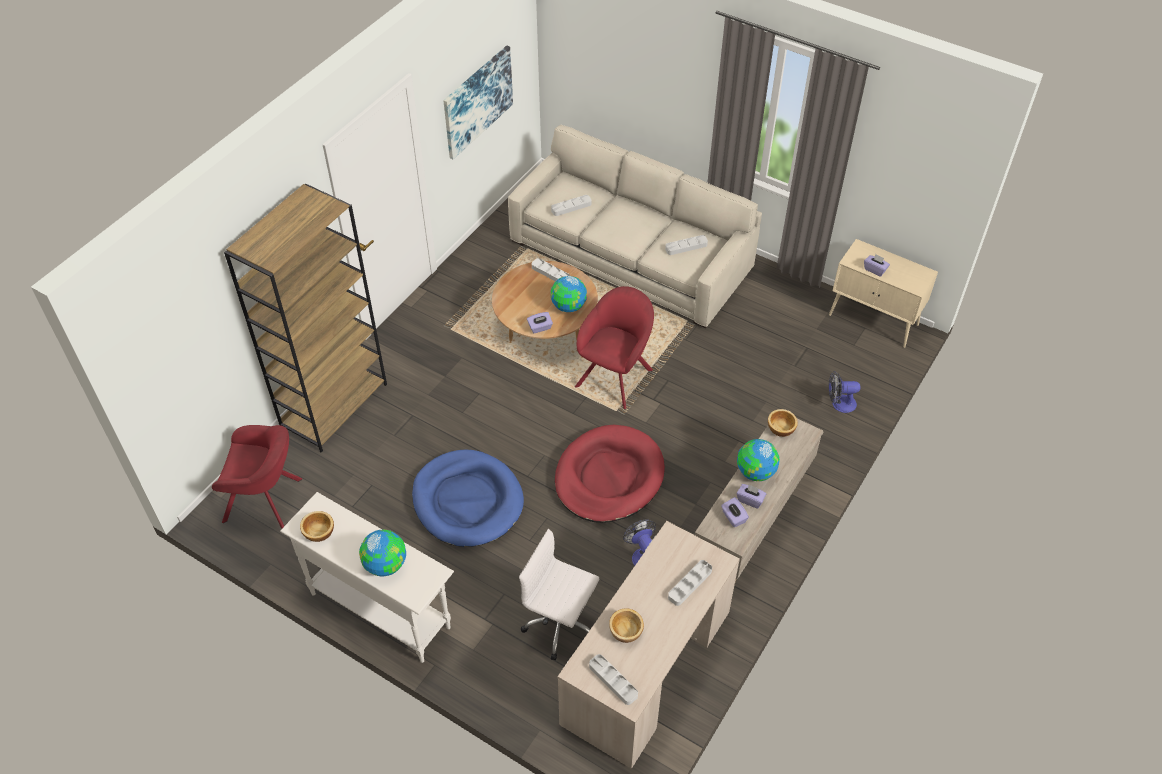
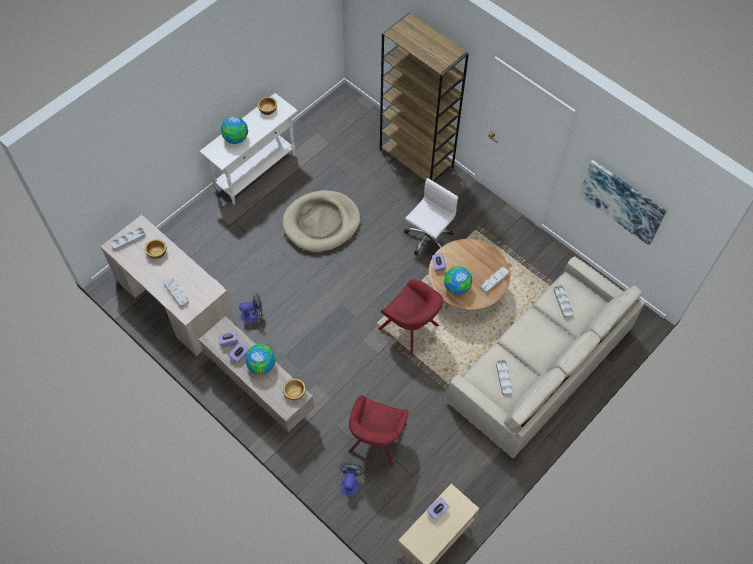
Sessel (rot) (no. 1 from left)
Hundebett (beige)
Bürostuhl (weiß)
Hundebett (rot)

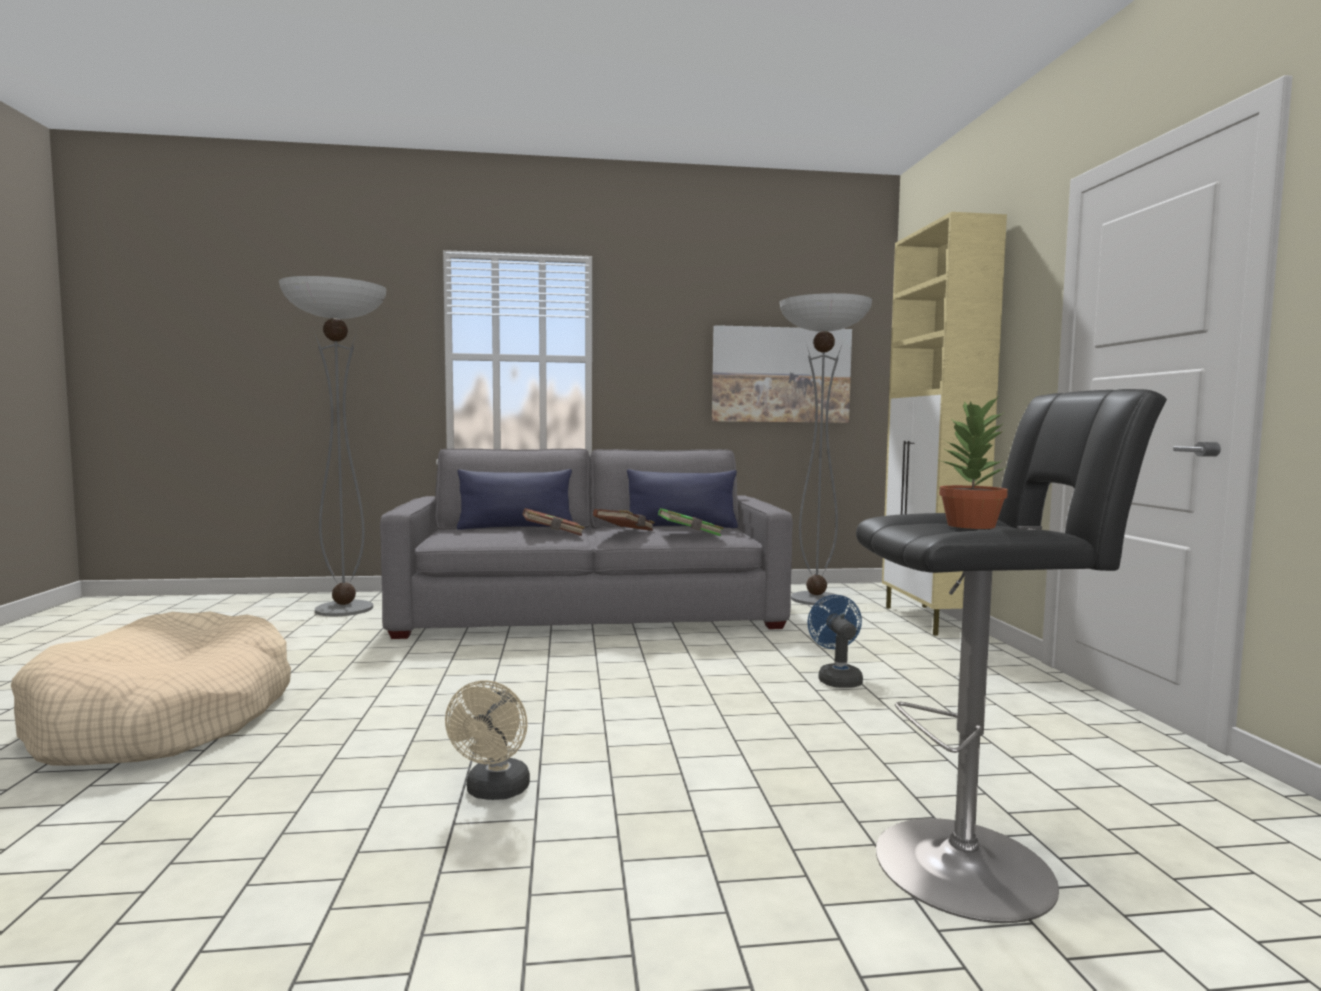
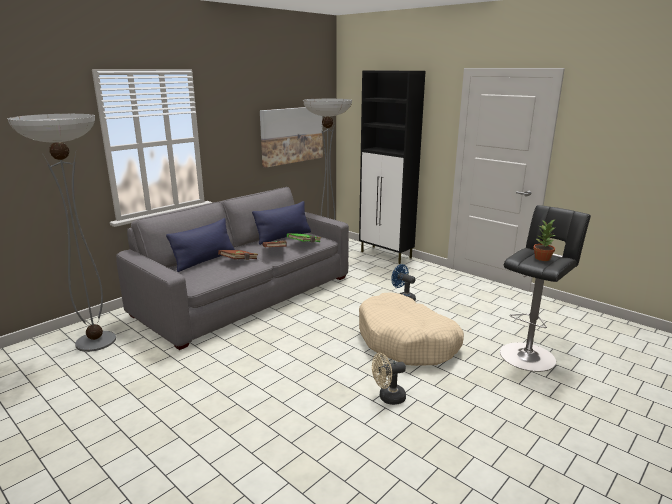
Hundebett (beige)
Ventilator (beige)
Schrank (schwarz)

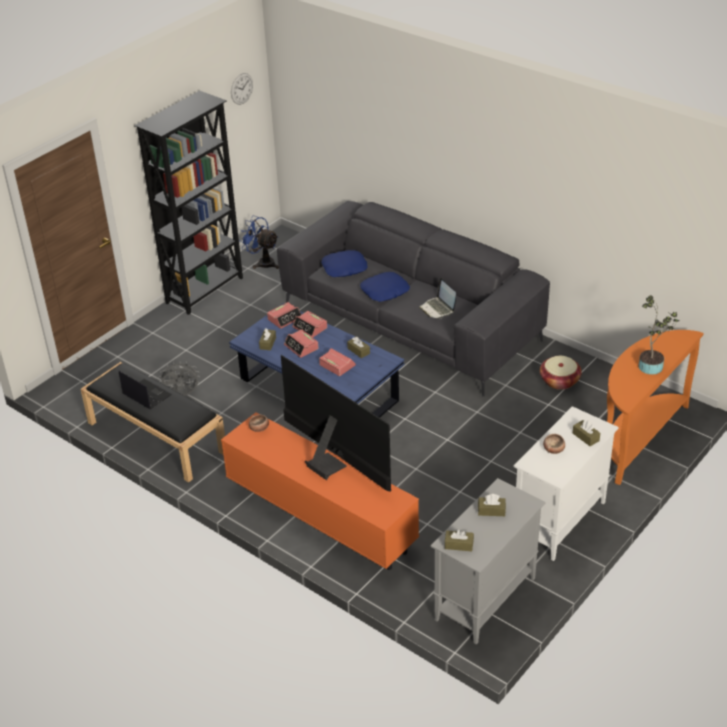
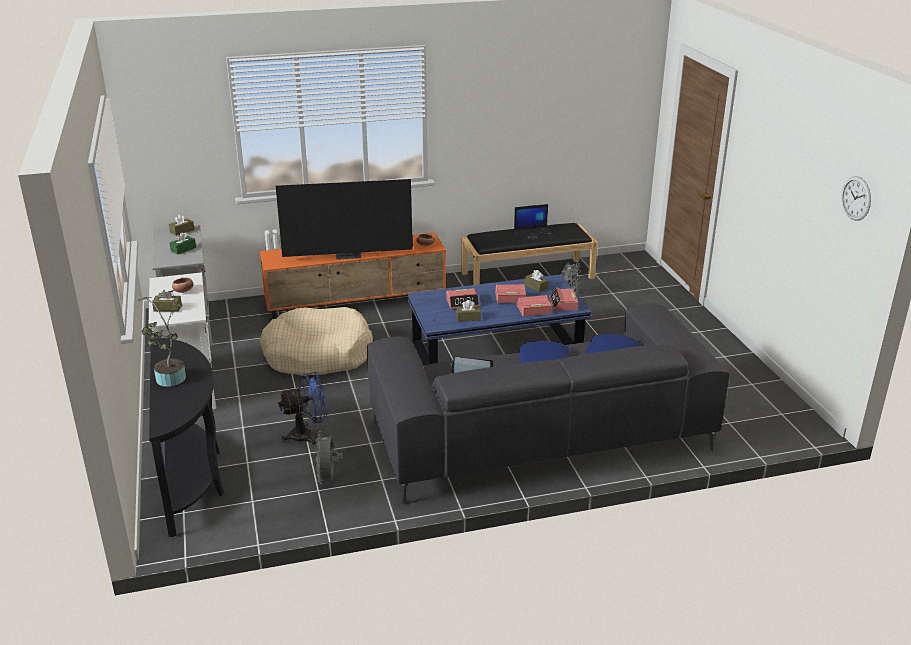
Bücherregal (schwarz)
Ventilator (blau)
Taschentuchbox (grün)
Ventilator (grau) (no. 1 from left)
Konsolentisch (schwarz)
Hundebett (beige)

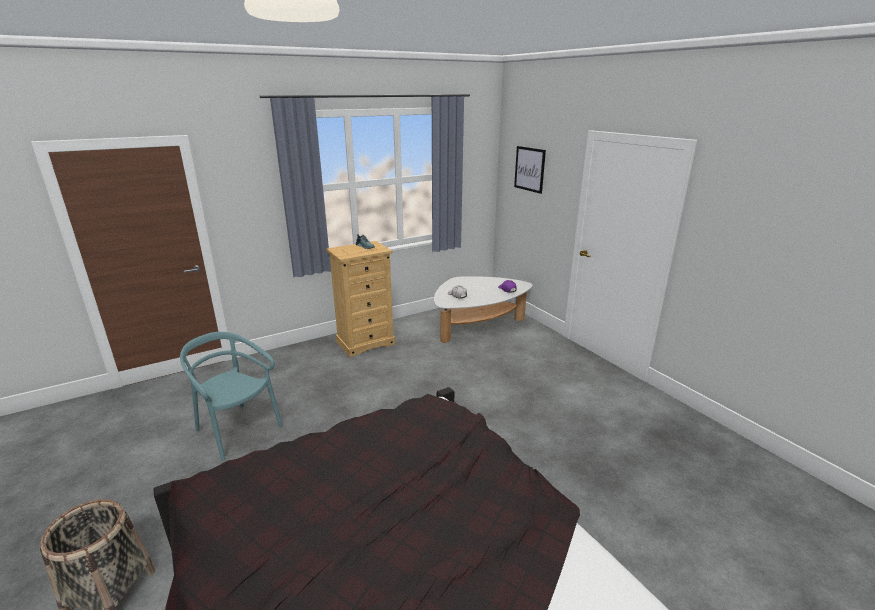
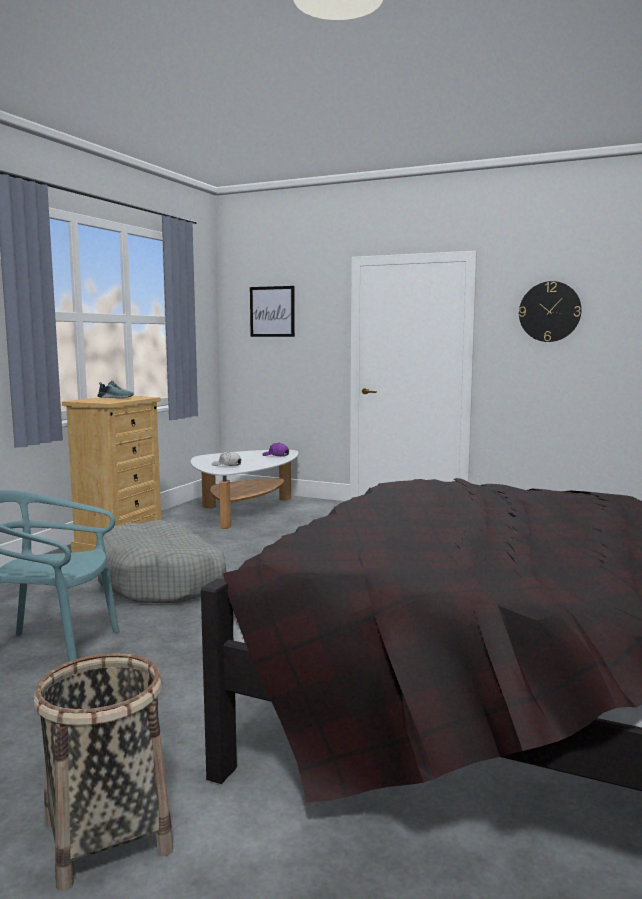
Hundebett (grau)
Wanduhr

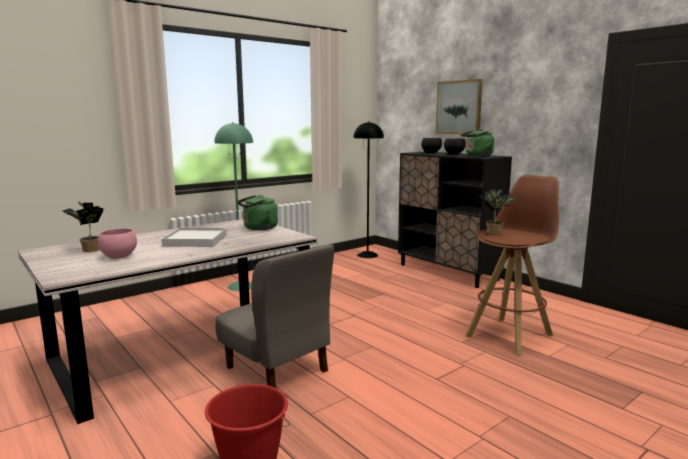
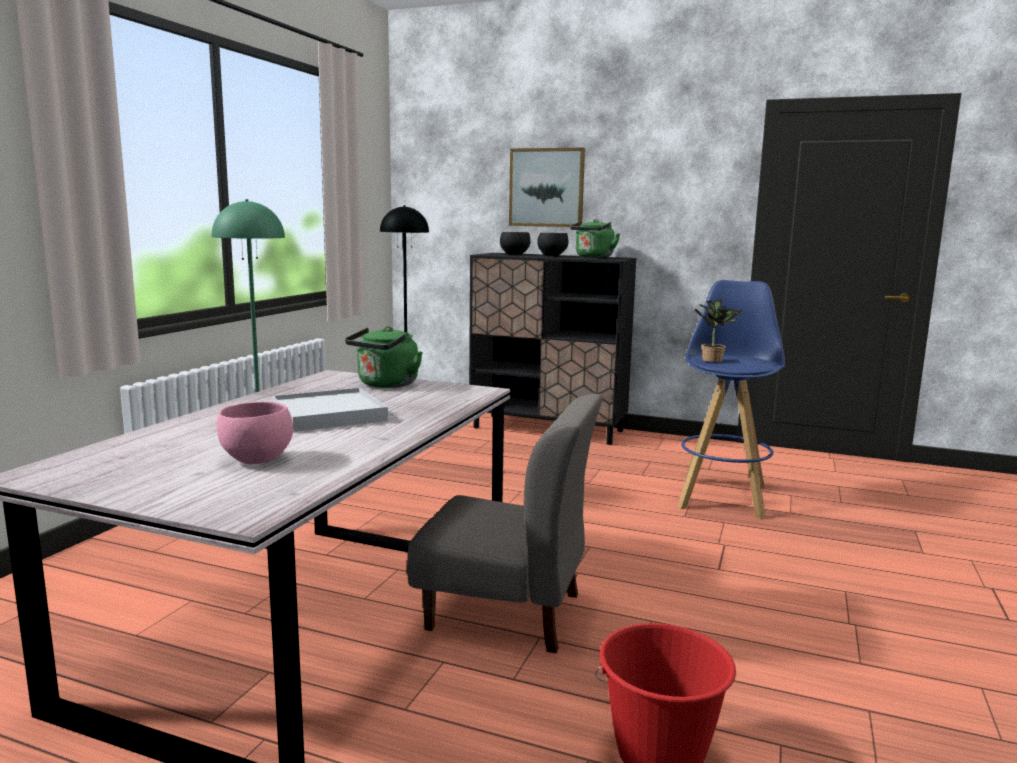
Topfpflanze (no. 1 from left in the first image)
Hocker (blau)

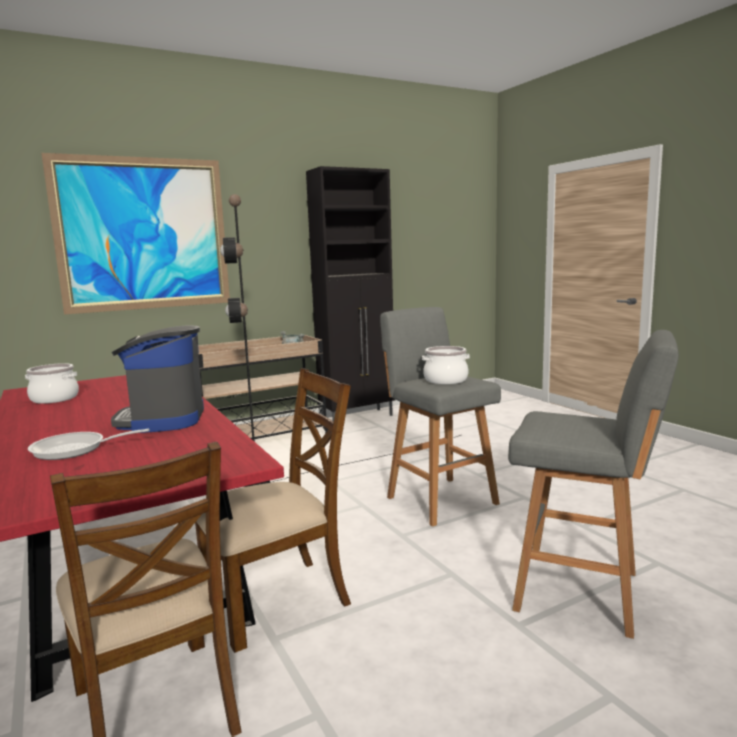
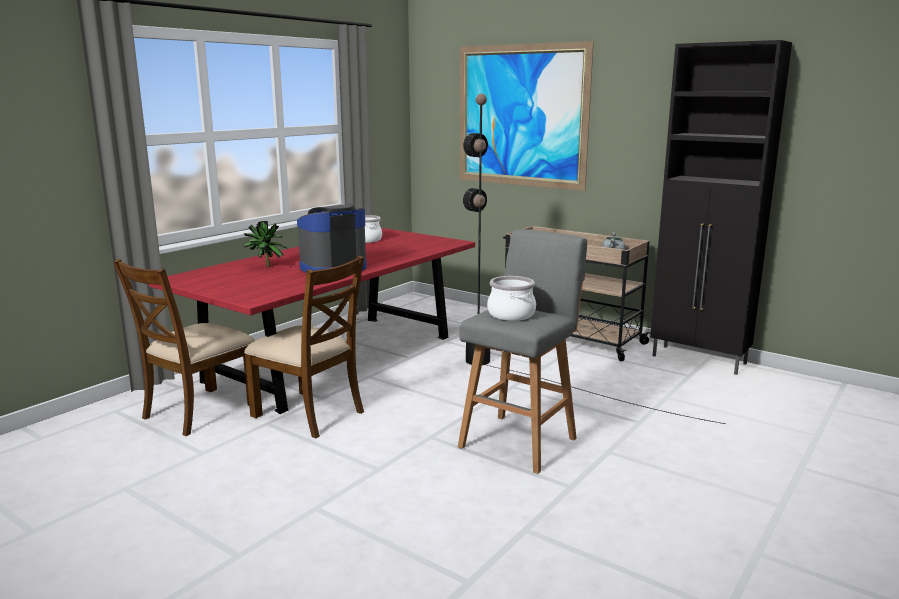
Topfpflanze
Hocker (grau) (no. 2 from left in the first image)

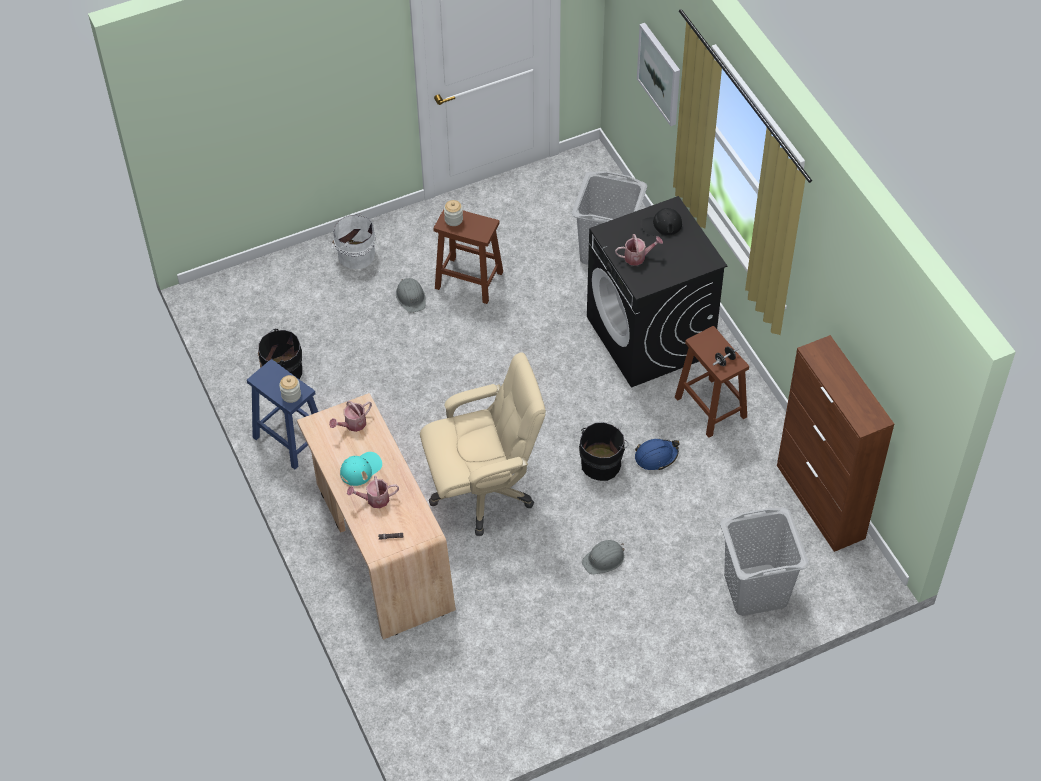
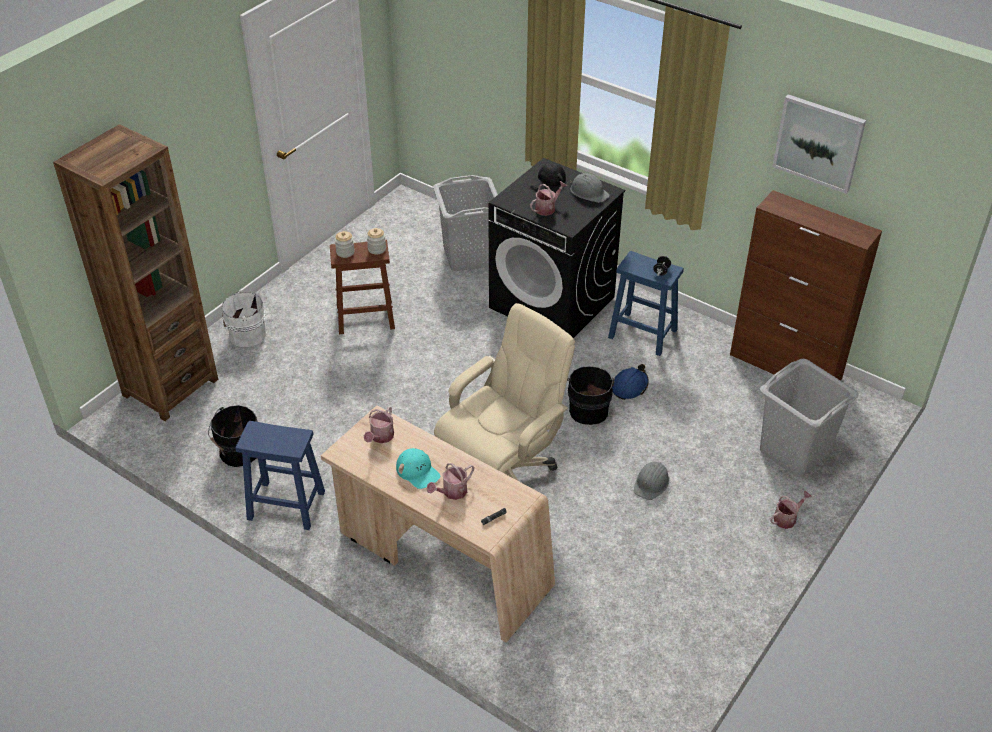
Vorratsglas (no. 2 from left)
Kappe (türkis)
Schutzhelm (grau) (no. 1 from left)
Bild
Hocker (blau) (no. 2 from left)
Bücherregal (braun)
Gießkanne (no. 4 from left)

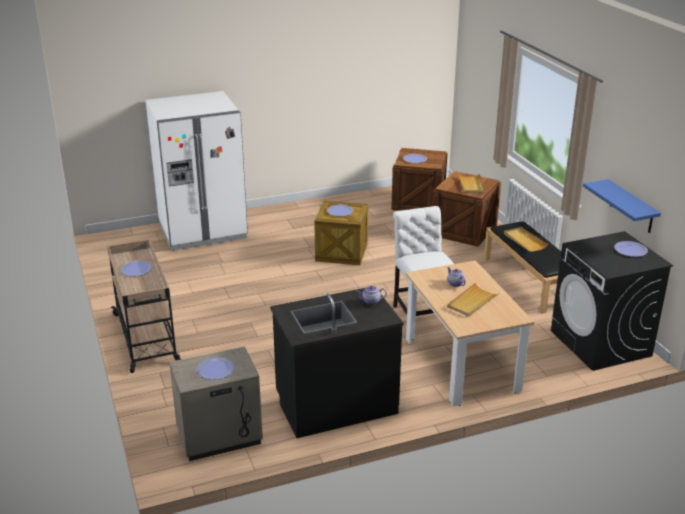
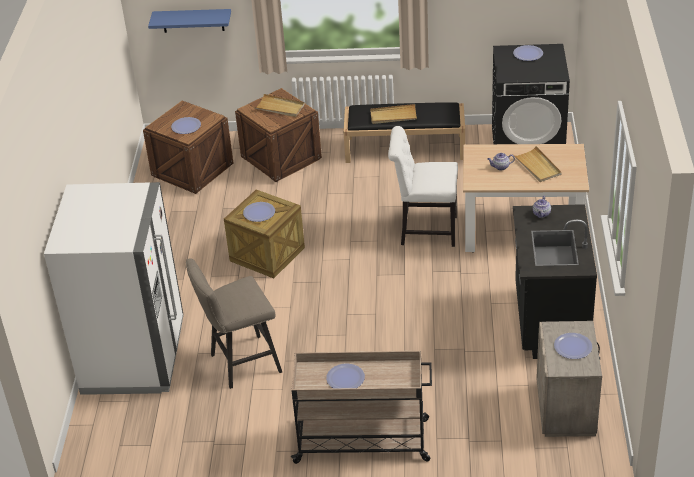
Wandregal (blau)
Hocker (beige)

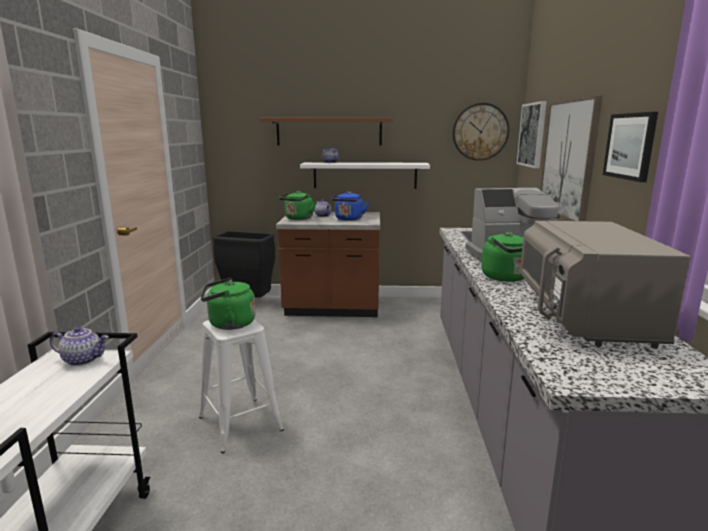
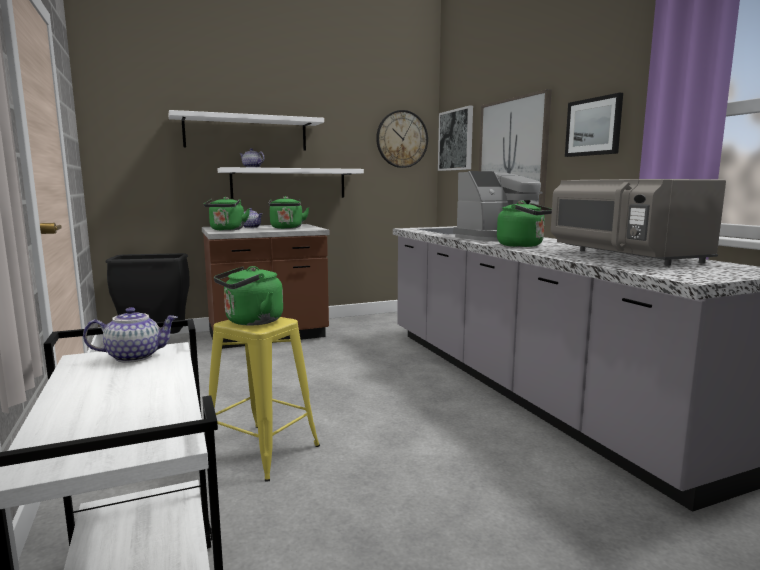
Hocker (gelb)
Wandregal (weiß) (no. 1 from left)
Wasserkessel (grün) (no. 3 from left)

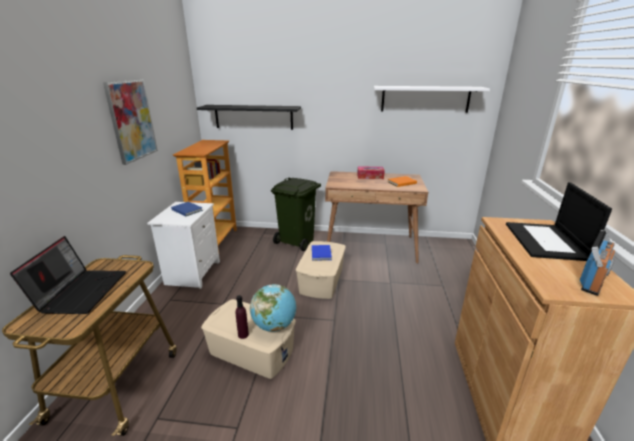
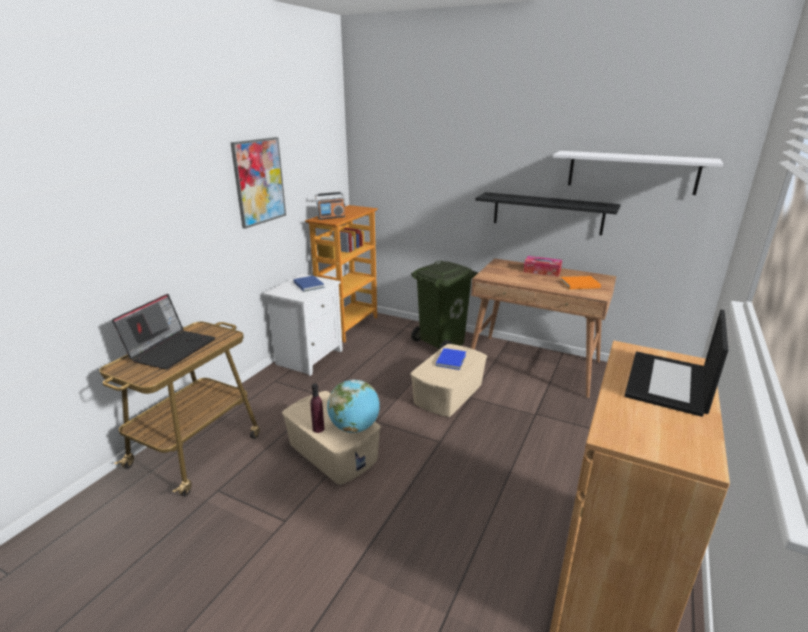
Wandregal (schwarz)
Radio

